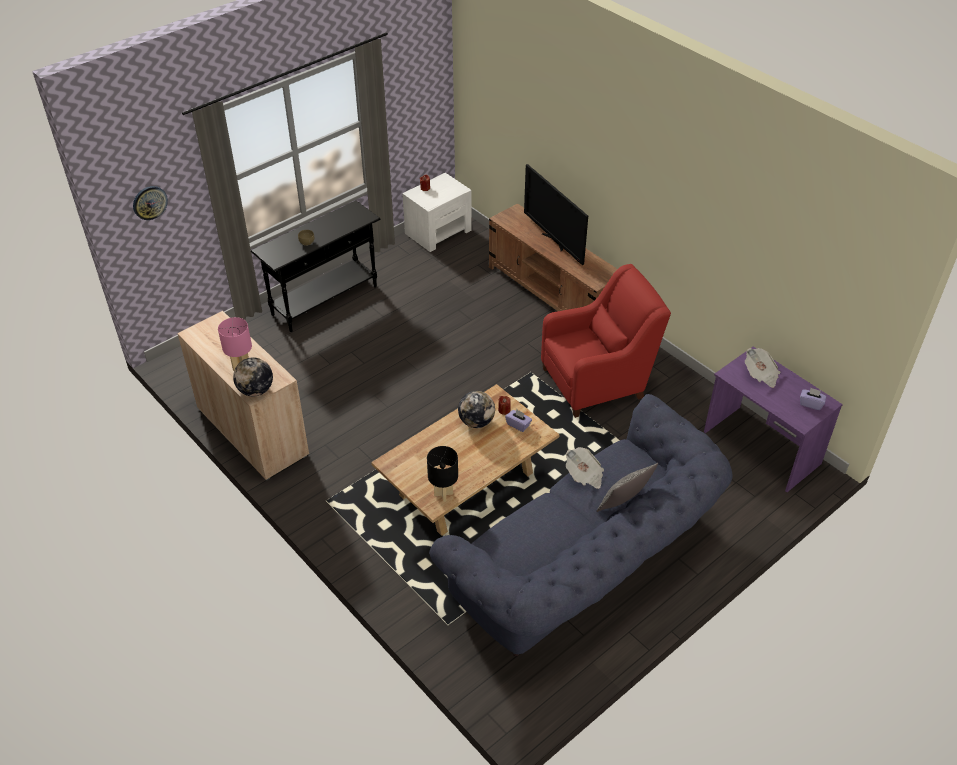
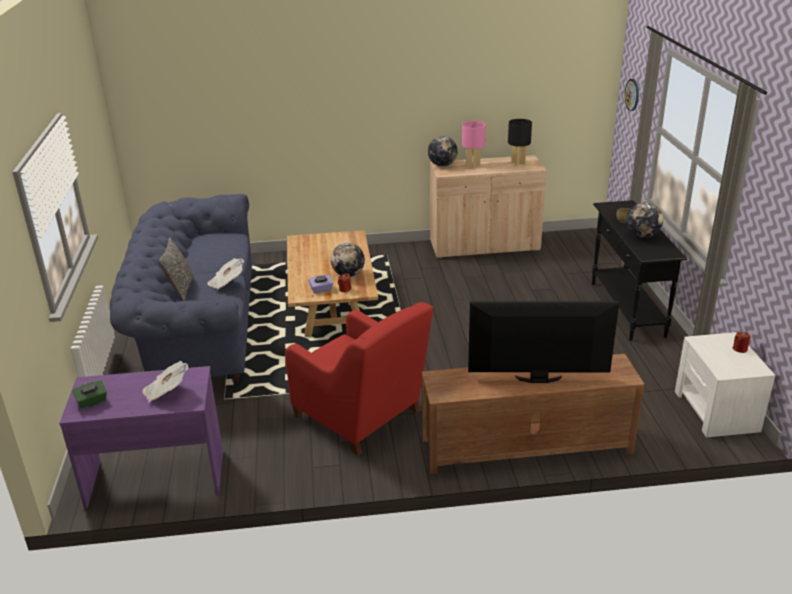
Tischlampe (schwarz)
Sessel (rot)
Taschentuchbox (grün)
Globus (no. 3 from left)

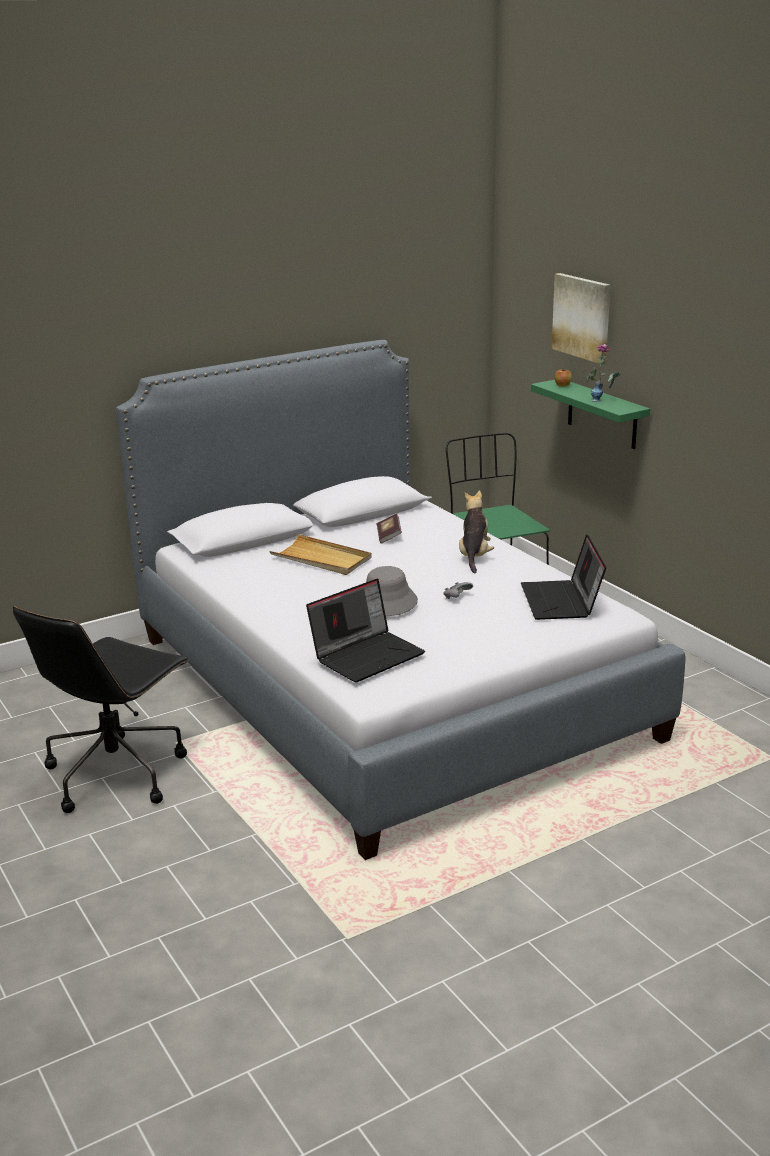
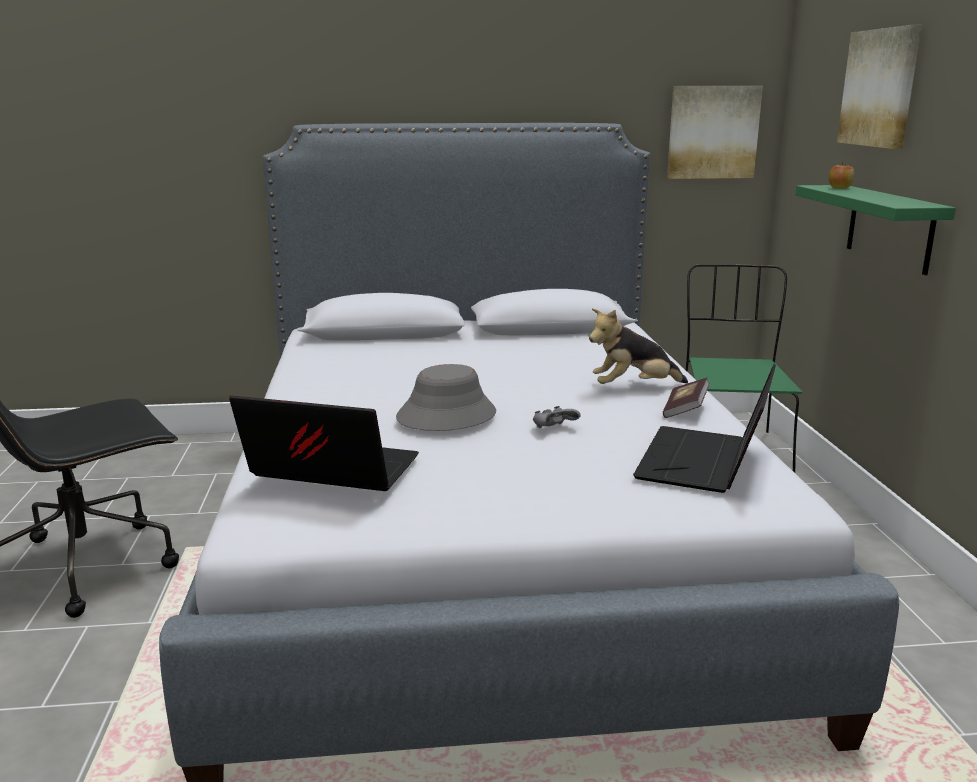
Tablett (beige)
Laptop (no. 1 from left)
Buch
Plüschtier
Vase
Bild (no. 1 from left)

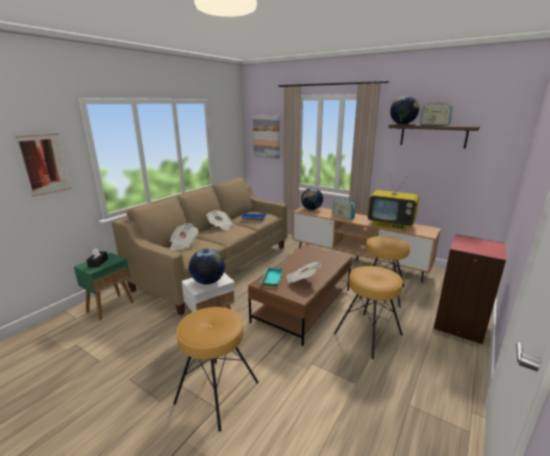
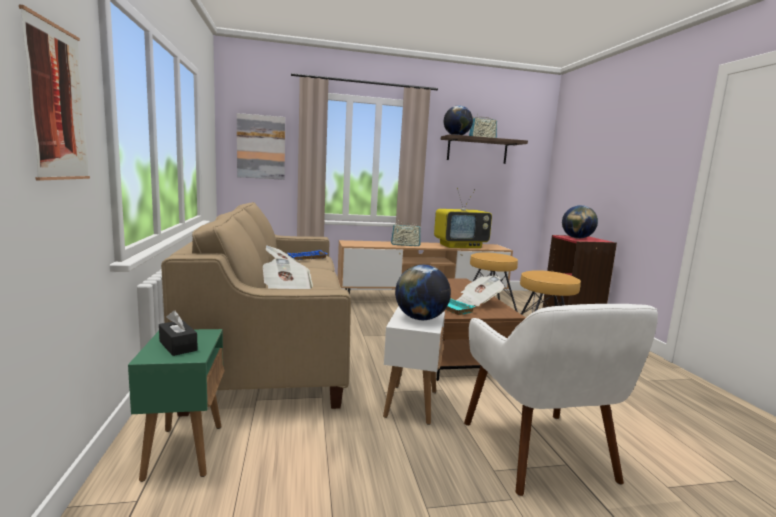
Sessel (weiß)
Globus (no. 3 from left)

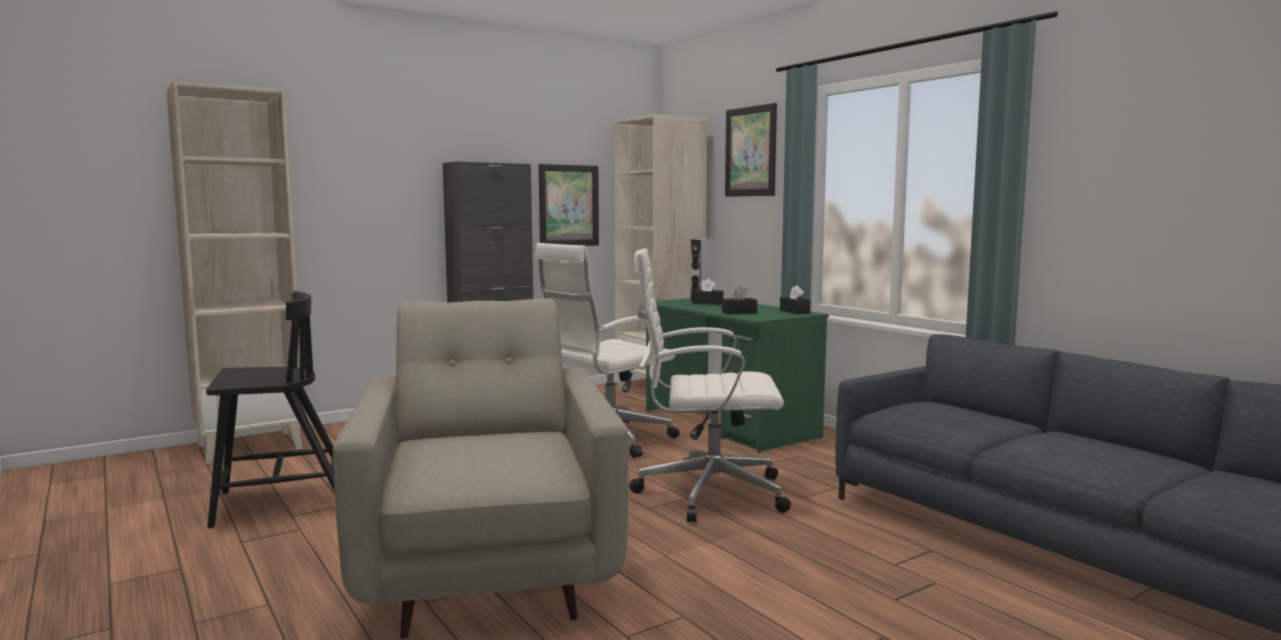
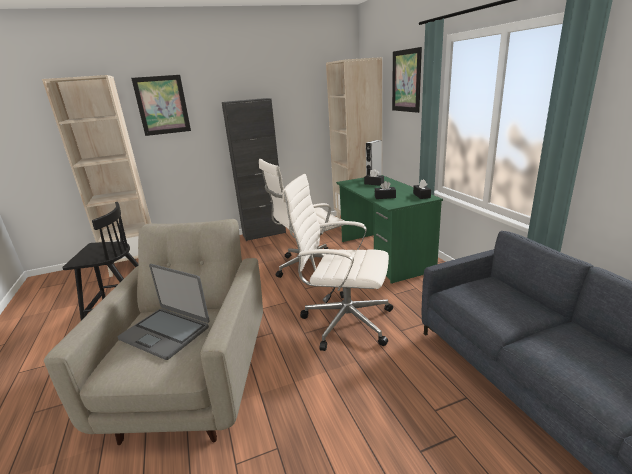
Bild (no. 1 from left)
Laptop

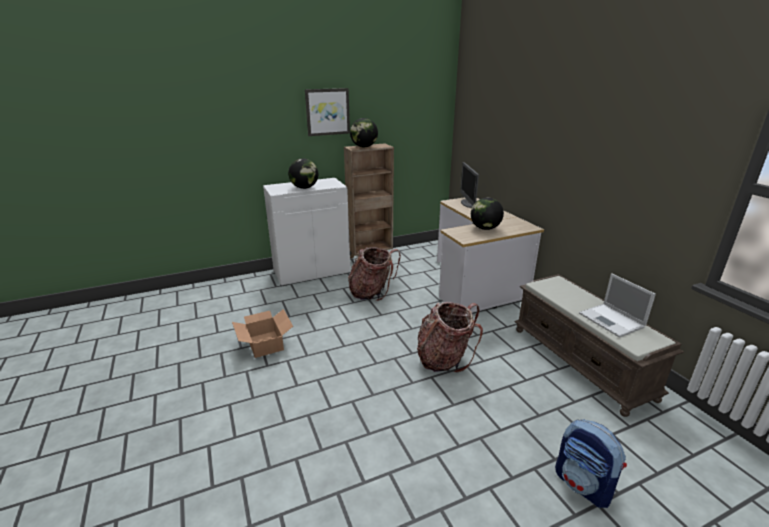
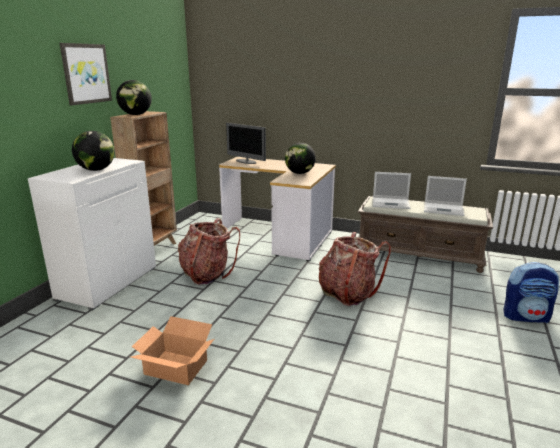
Laptop (no. 1 from left)

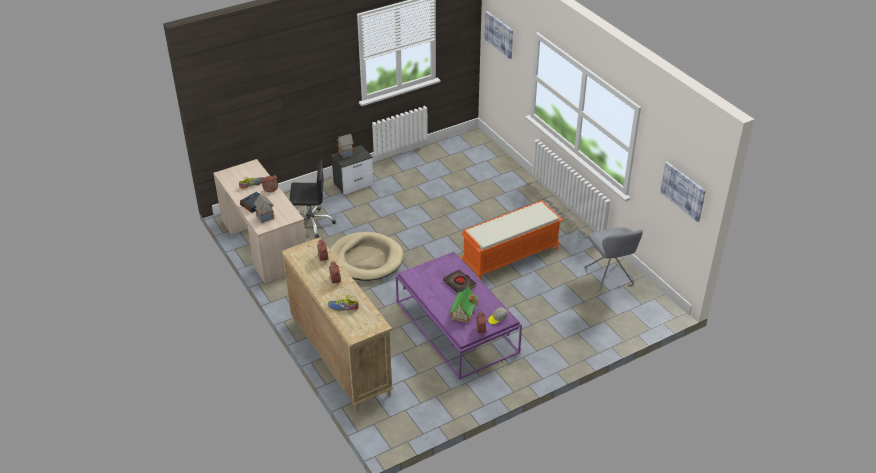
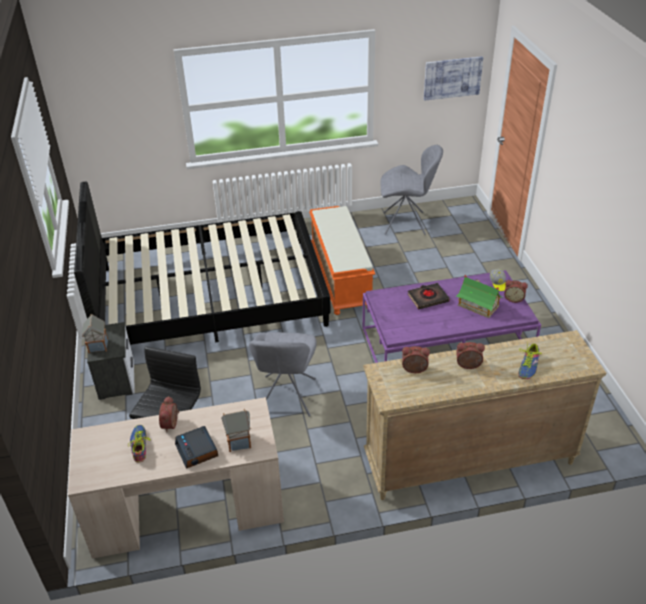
Stuhl (grau) (no. 1 from left)
Bild (no. 1 from left in the first image)
Bett (schwarz)

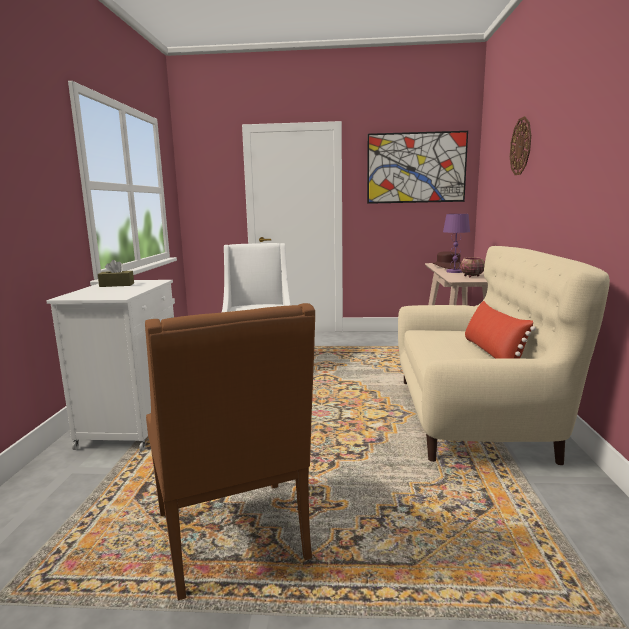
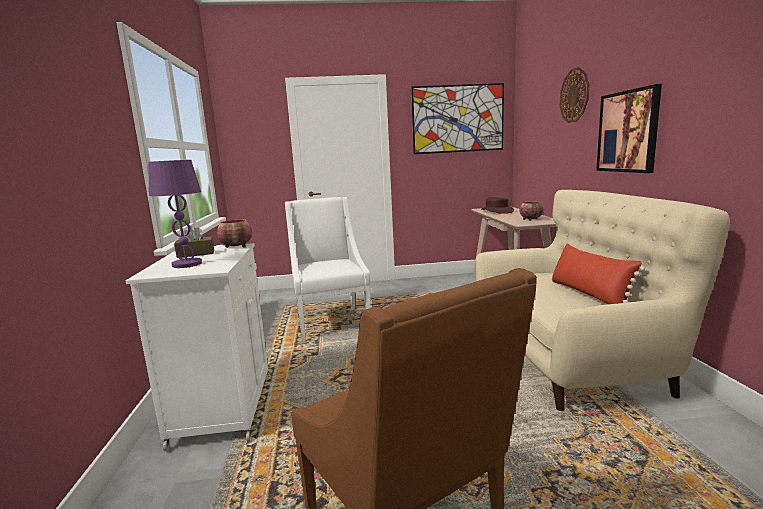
Tischlampe (lila)
Schüssel (no. 1 from left)
Bild (no. 2 from left)

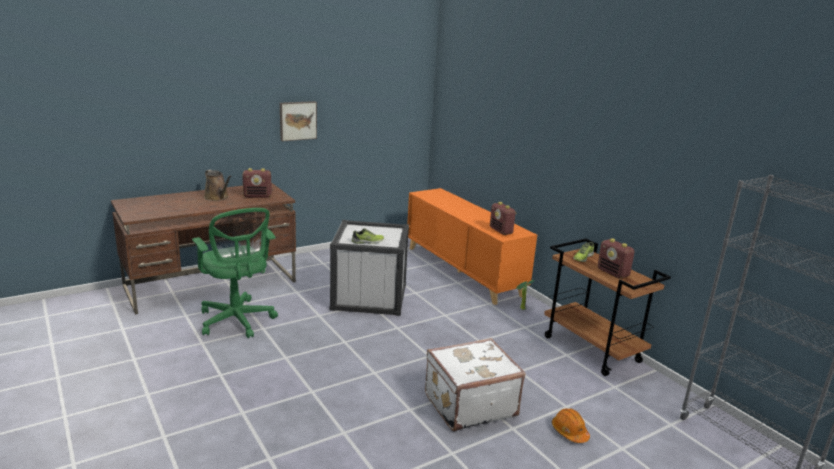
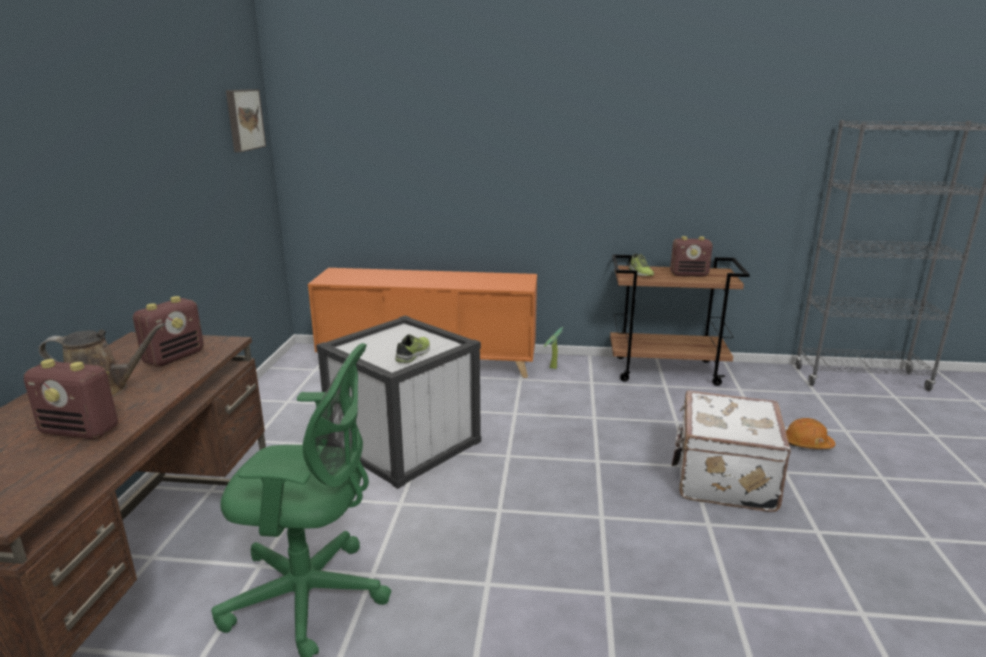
Bild
Radio (no. 1 from left)

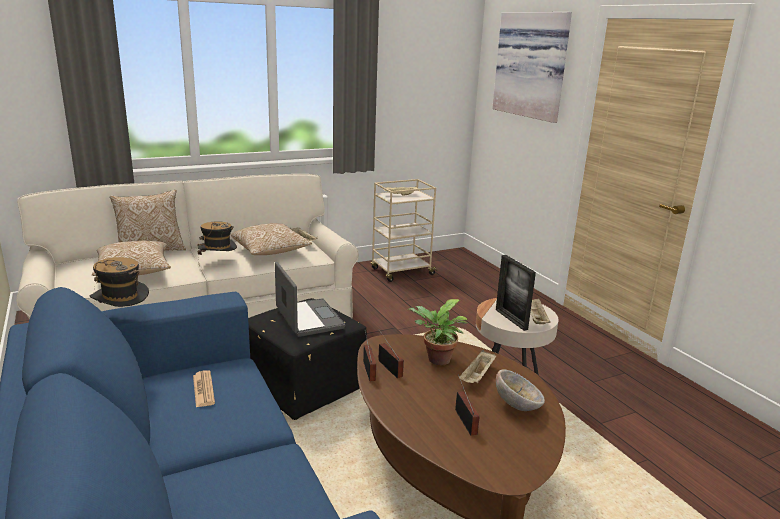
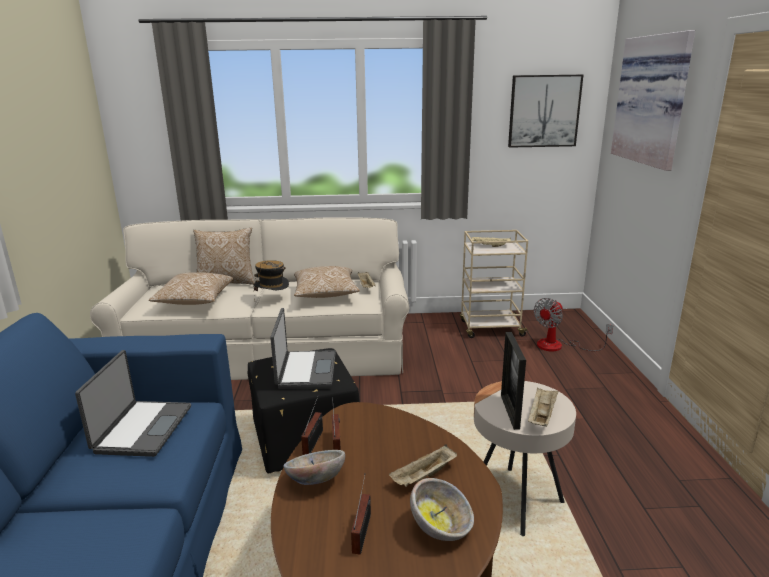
Hut (no. 1 from left in the first image)
Laptop (no. 1 from left)
Topfpflanze
Schüssel (no. 1 from left)
Bild (no. 1 from left)
Ventilator

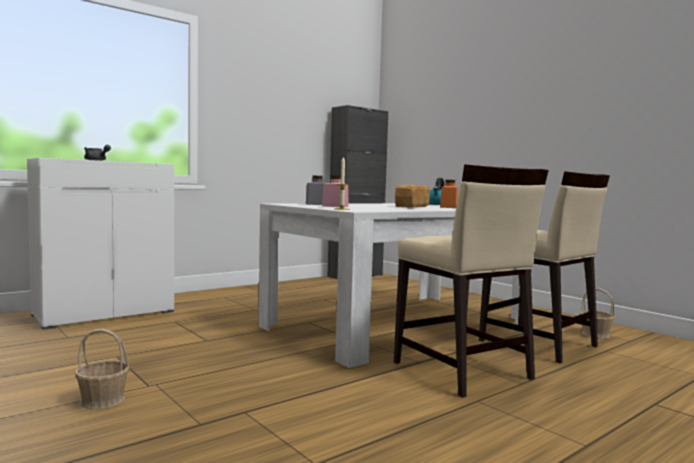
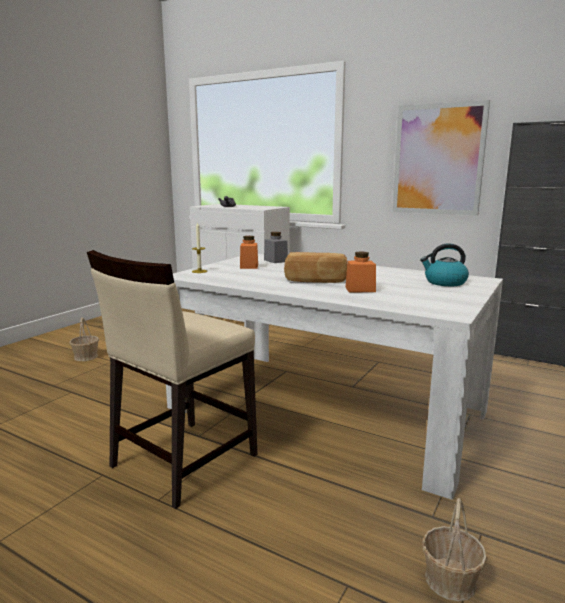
Vorratsglas (orange) (no. 1 from left)
Stuhl (beige) (no. 2 from left in the first image)
Bild

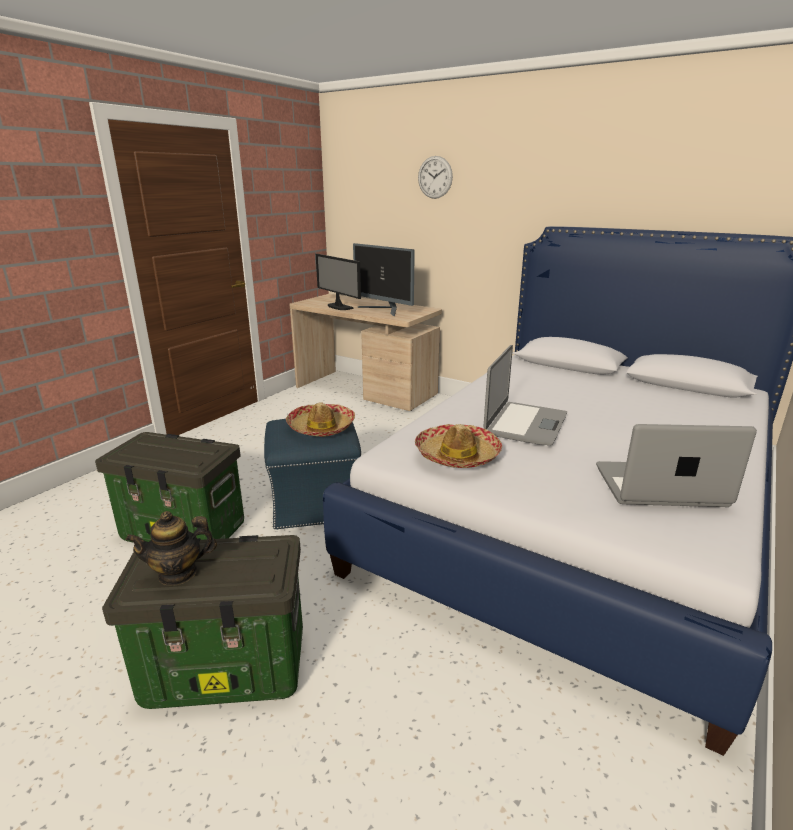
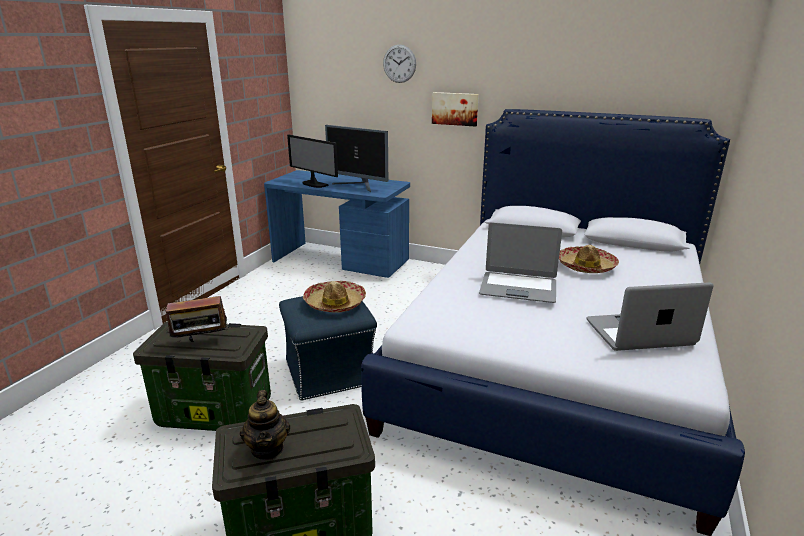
Teekanne
Schreibtisch (blau)
Hut (no. 2 from left)
Laptop (no. 1 from left)
Radio
Bild

